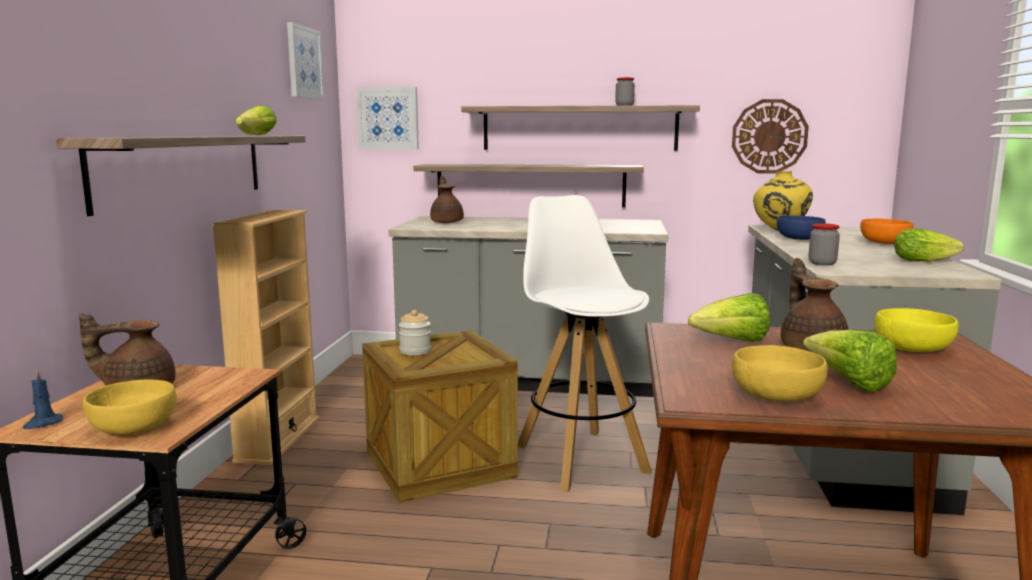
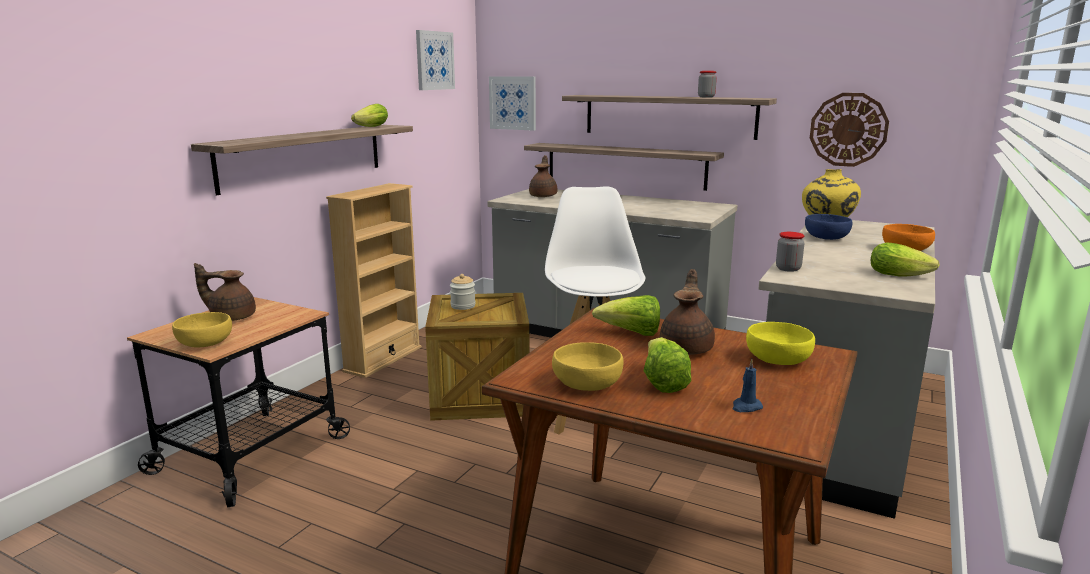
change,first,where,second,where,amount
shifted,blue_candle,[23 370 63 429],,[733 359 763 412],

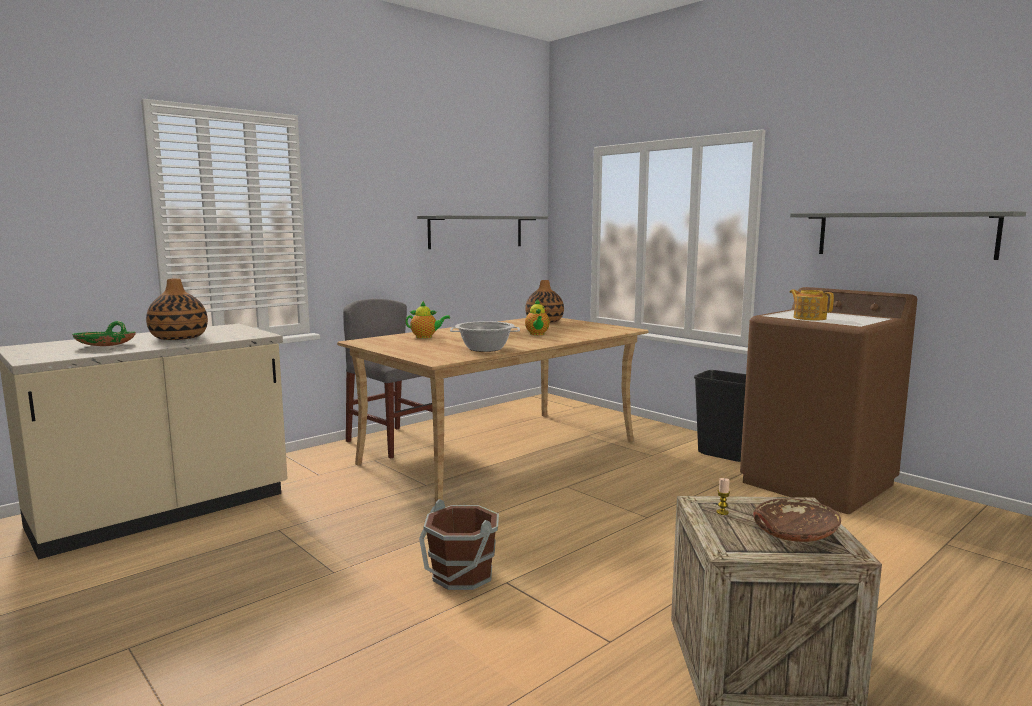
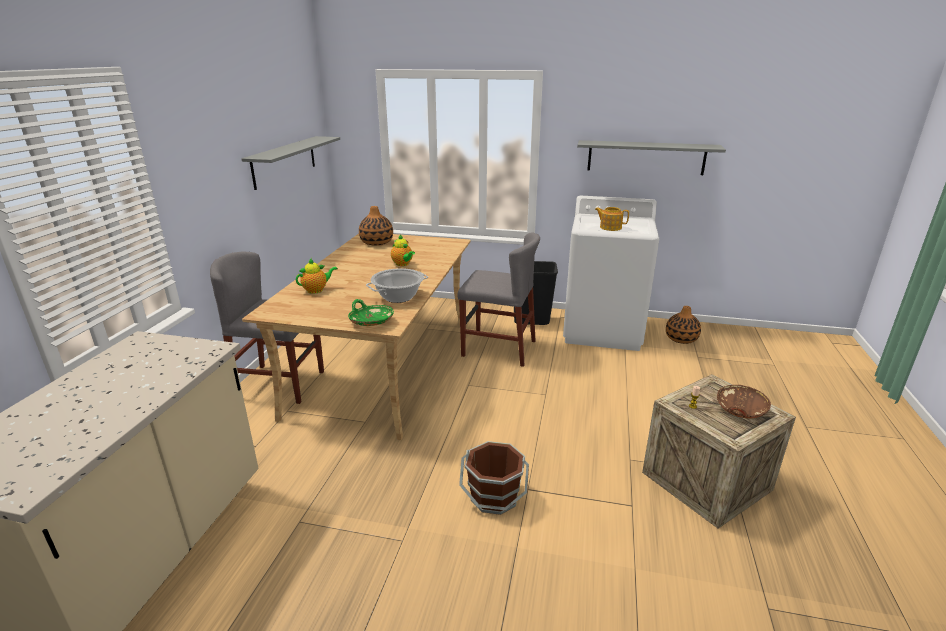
change,first,where,second,where,amount
shifted,green_bowl,[72 321 136 346],,[348 299 394 326],
shifted,vase,[146 278 208 340],,[666 306 701 344],
repainted,brown_washing_machine,[740 287 917 514],white_washing_machine,[563 196 659 351],
new,,,grey_chair,[457 232 540 367],

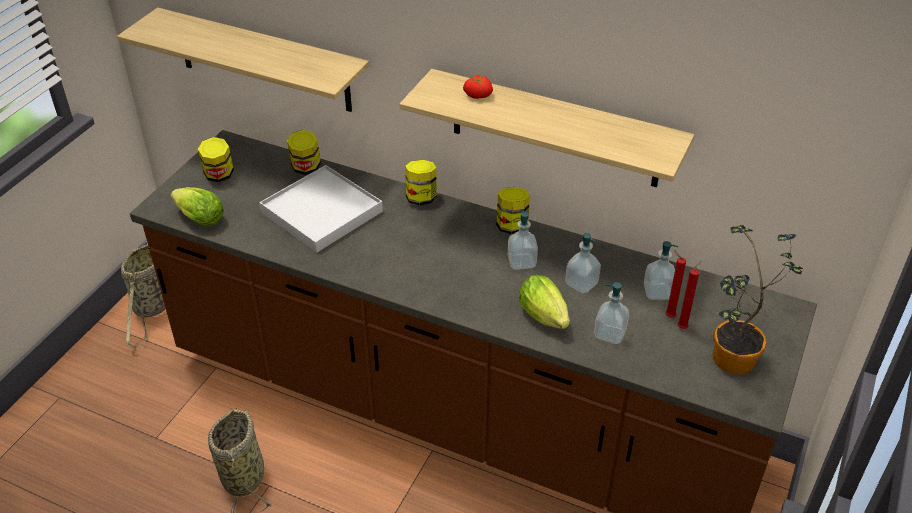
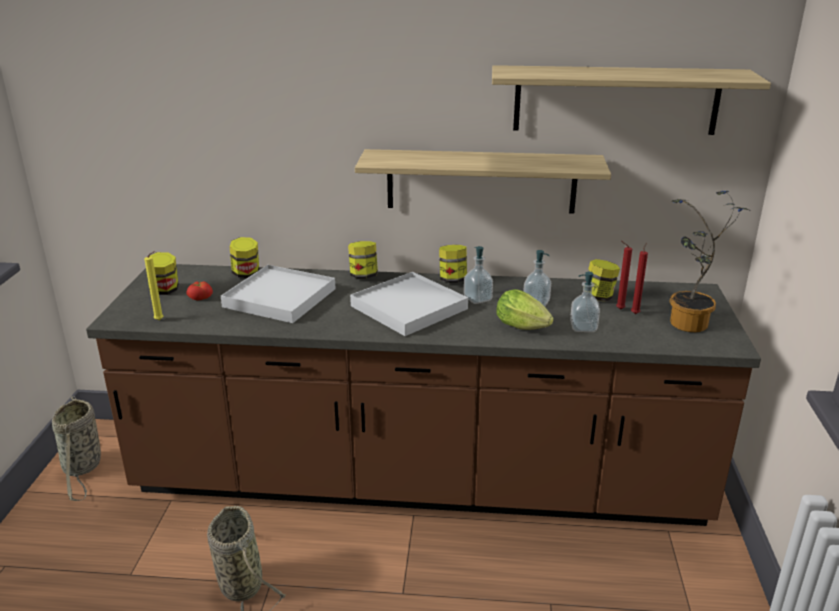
change,first,where,second,where,amount
shifted,shelf,[117 8 369 112],,[492 65 771 135],
swapped,lettuce,[171 187 224 226],yellow_candle,[144 251 163 320],
shifted,tomato,[463 75 493 99],,[186 281 213 300],
swapped,soap_dispenser,[644 241 678 300],jar,[585 259 620 302],
new,,,white_tray,[350 272 468 336],

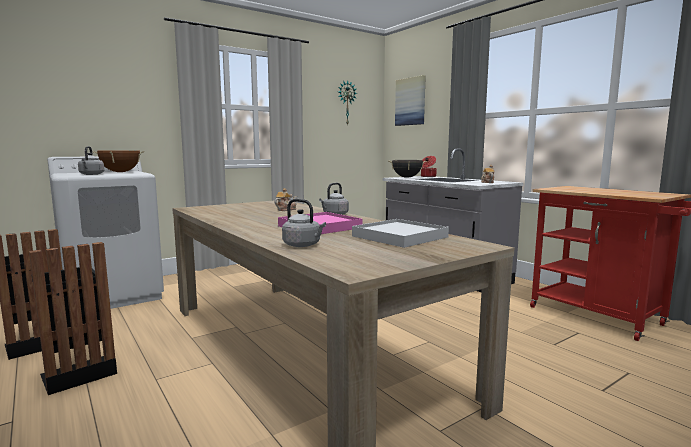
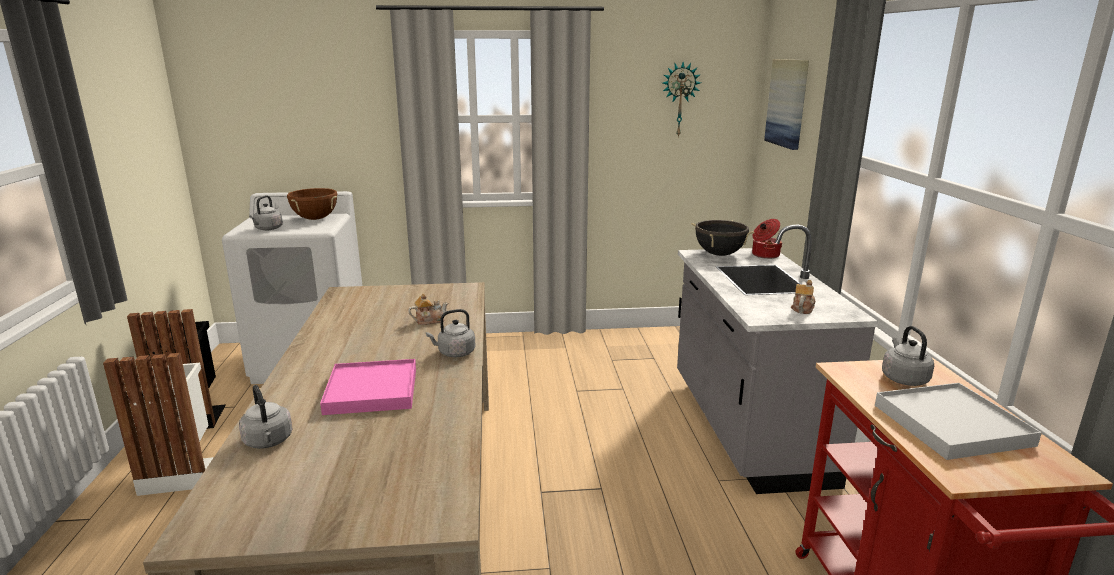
change,first,where,second,where,amount
repainted,black_trash_can,[29 242 117 395],white_trash_can,[103 353 214 496],
shifted,white_tray,[352 219 449 248],,[875 383 1042 460],
new,,,grey_kettle,[882 326 934 386],

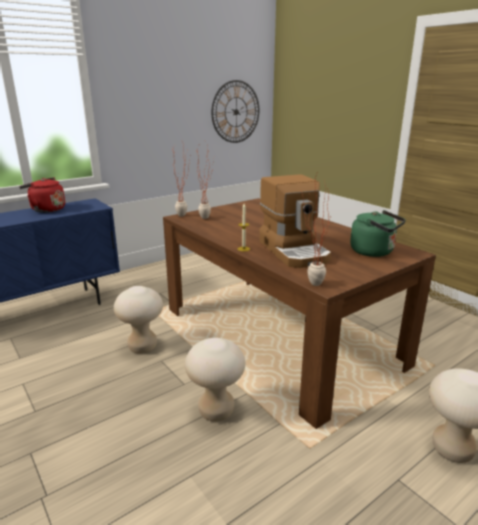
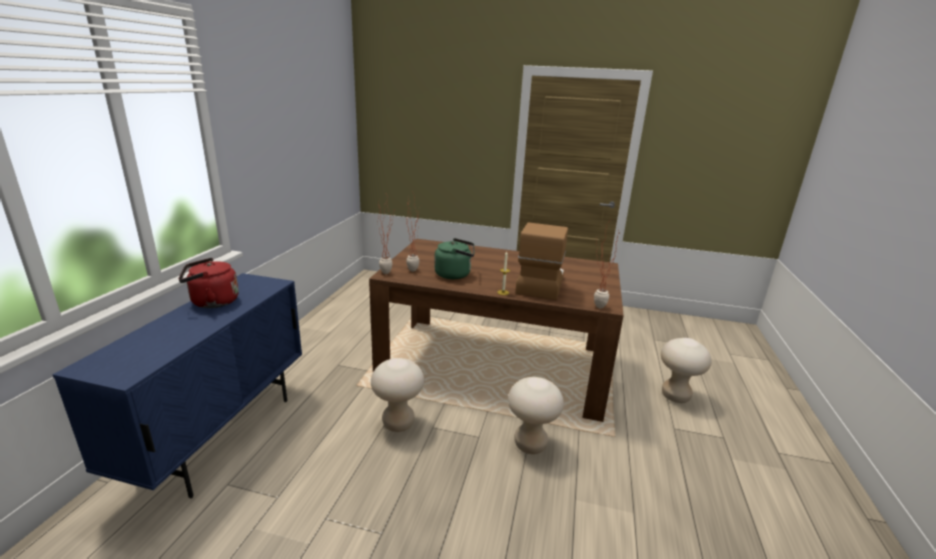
change,first,where,second,where,amount
gone,wall_clock,[211 80 259 143],,,
rotated,coffee_machine,[259 174 331 268],,[515 222 568 300],105 degrees counterclockwise
shifted,green_kettle,[350 210 406 257],,[434 238 474 279],

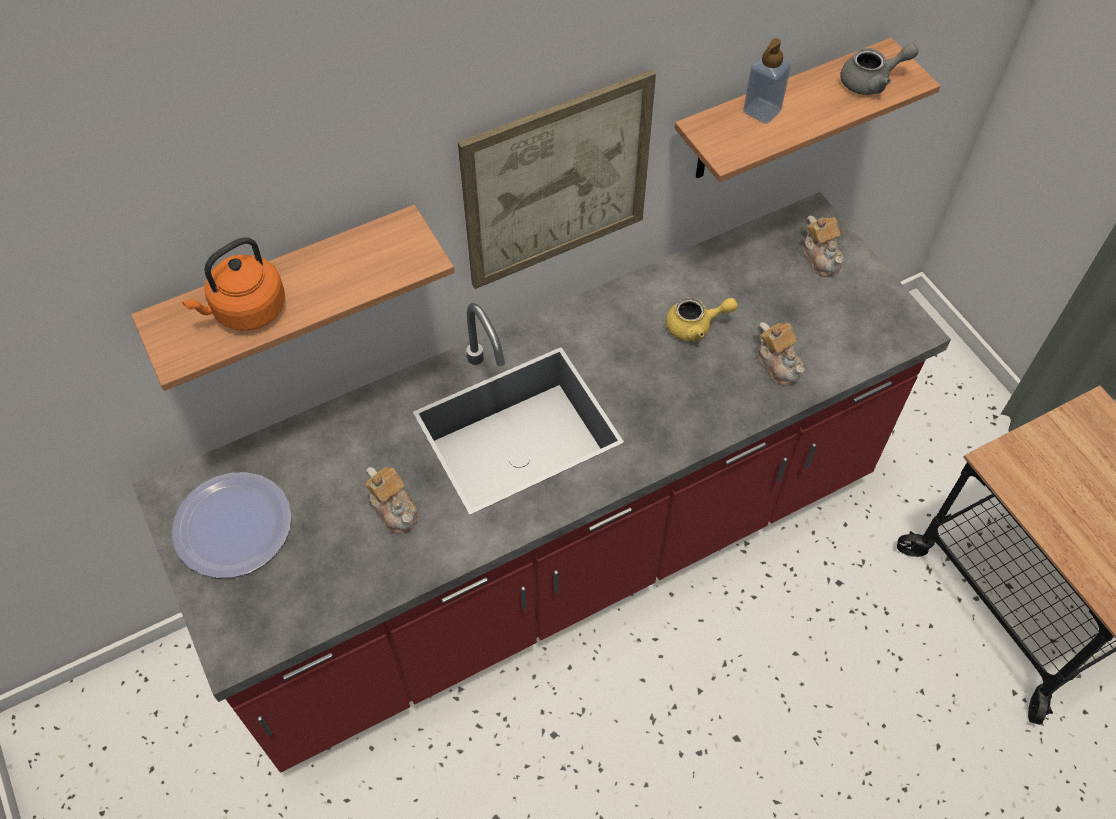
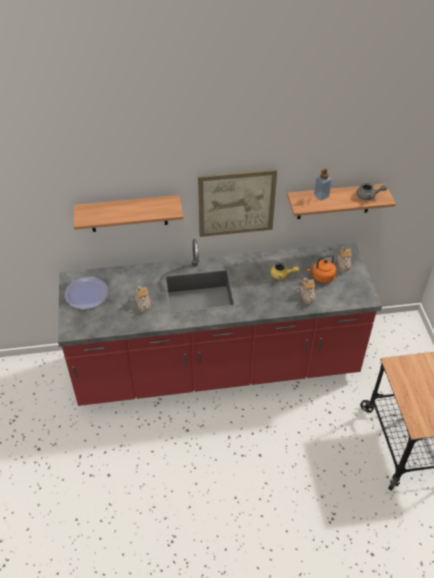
change,first,where,second,where,amount
shifted,orange_kettle,[182 237 285 331],,[307 254 336 283],

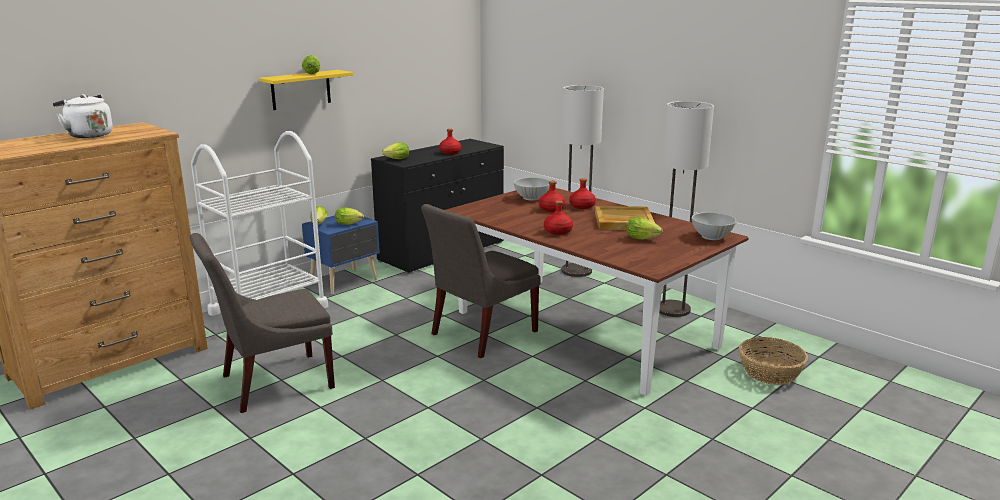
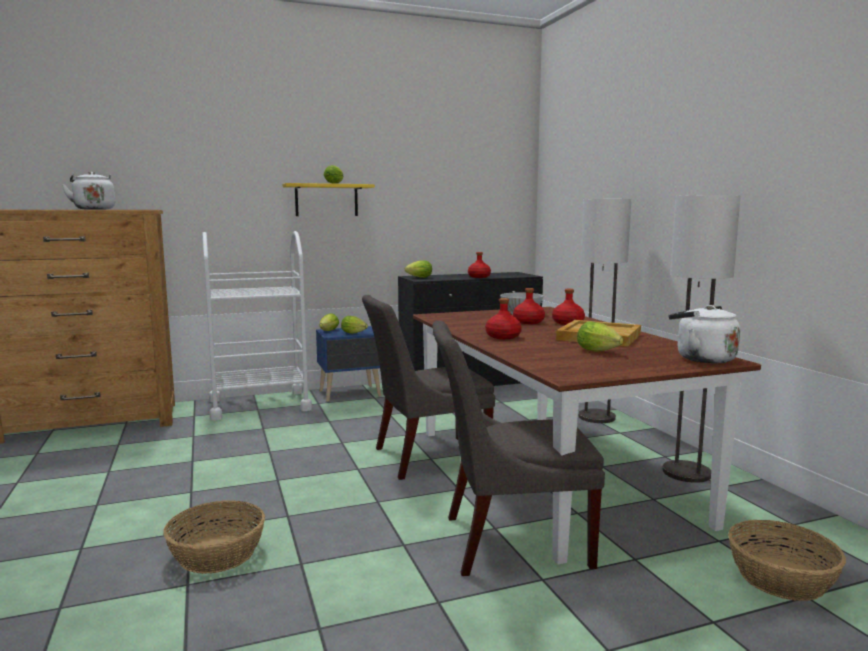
change,first,where,second,where,amount
shifted,grey_chair,[190 233 335 413],,[432 321 605 576],
swapped,white_bowl,[692 212 736 240],white_kettle,[669 305 740 363],
new,,,basket,[163 500 265 574],

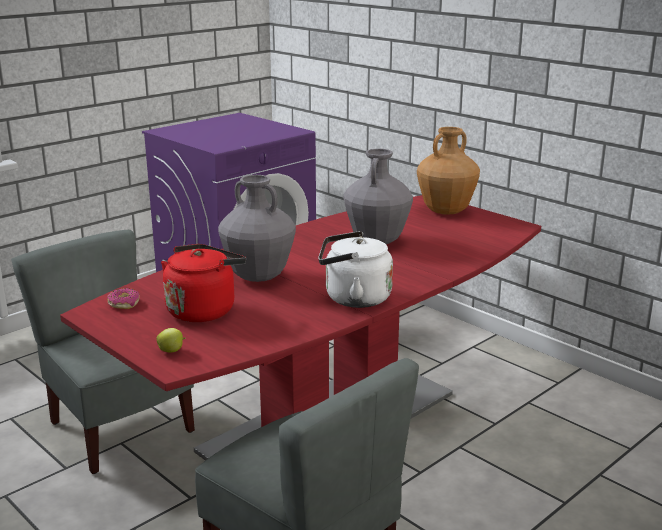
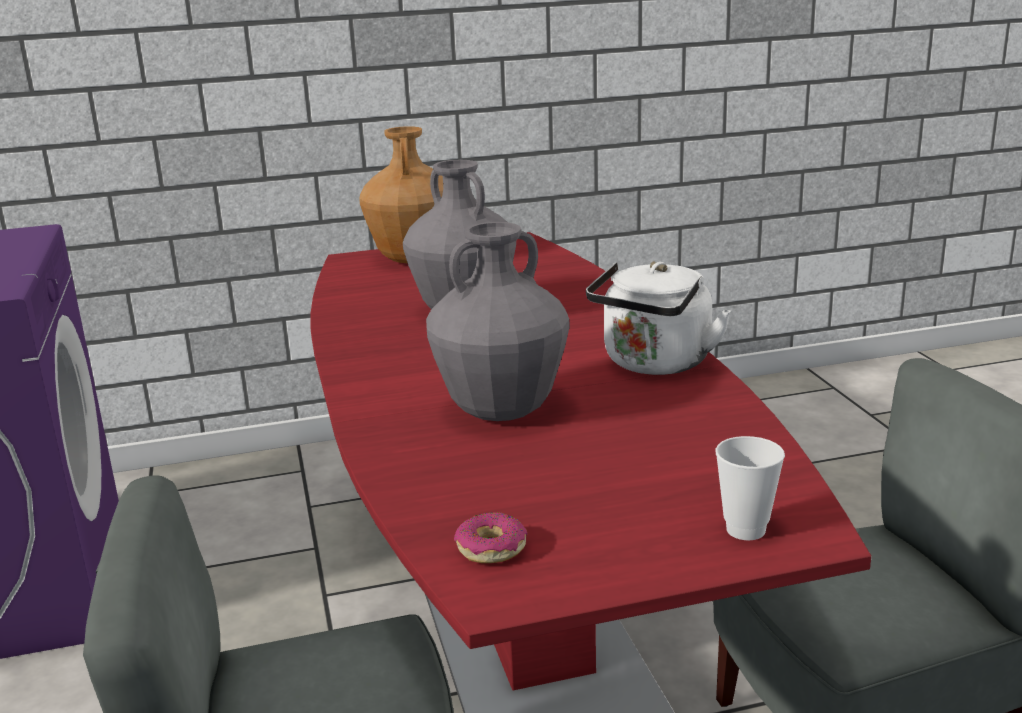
change,first,where,second,where,amount
swapped,apple,[156 328 185 353],cup,[715 436 785 540],
gone,red_kettle,[161 244 246 322],,,

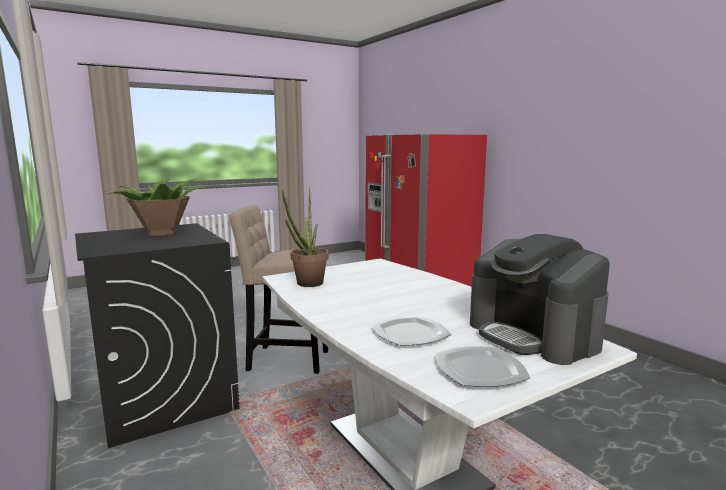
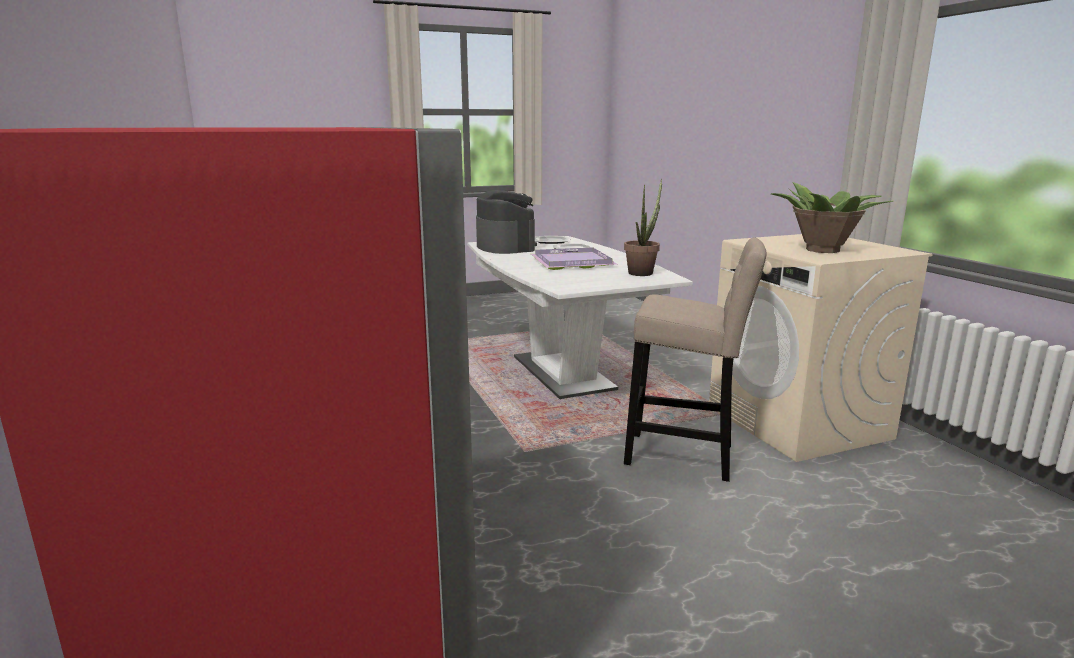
change,first,where,second,where,amount
repainted,black_washing_machine,[75 223 240 448],beige_washing_machine,[709 234 933 462],
new,,,purple_tray,[531 247 617 270],

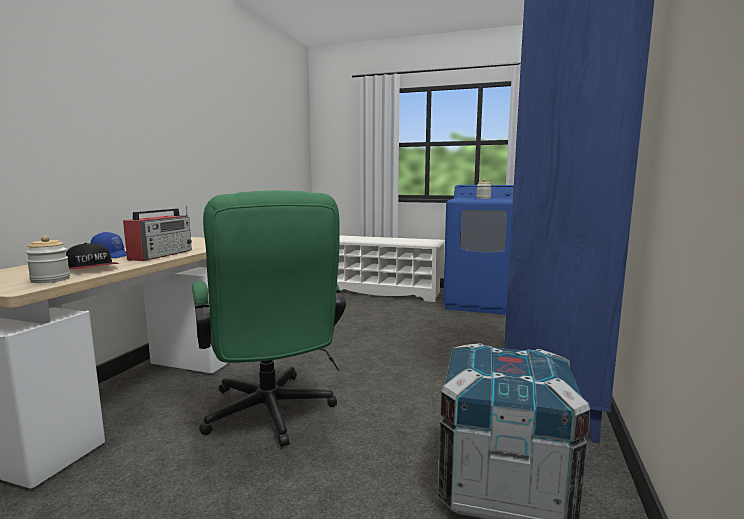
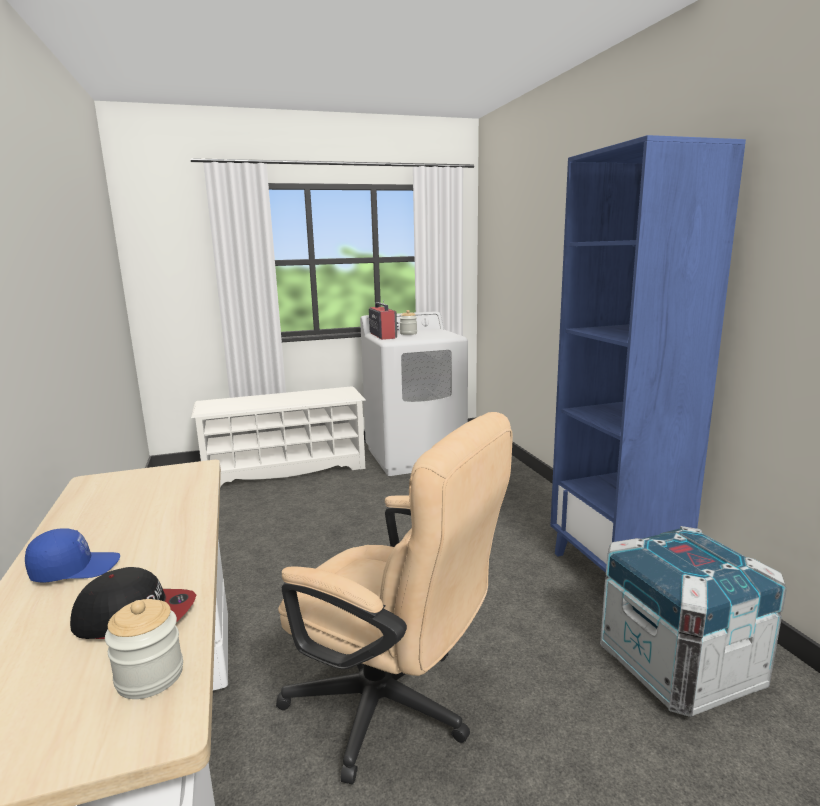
change,first,where,second,where,amount
shifted,radio,[123 206 192 261],,[369 299 399 340],
repainted,green_office_chair,[192 190 346 447],beige_office_chair,[276 412 513 785],
repainted,blue_washing_machine,[443 185 514 315],white_washing_machine,[360 311 468 476],

